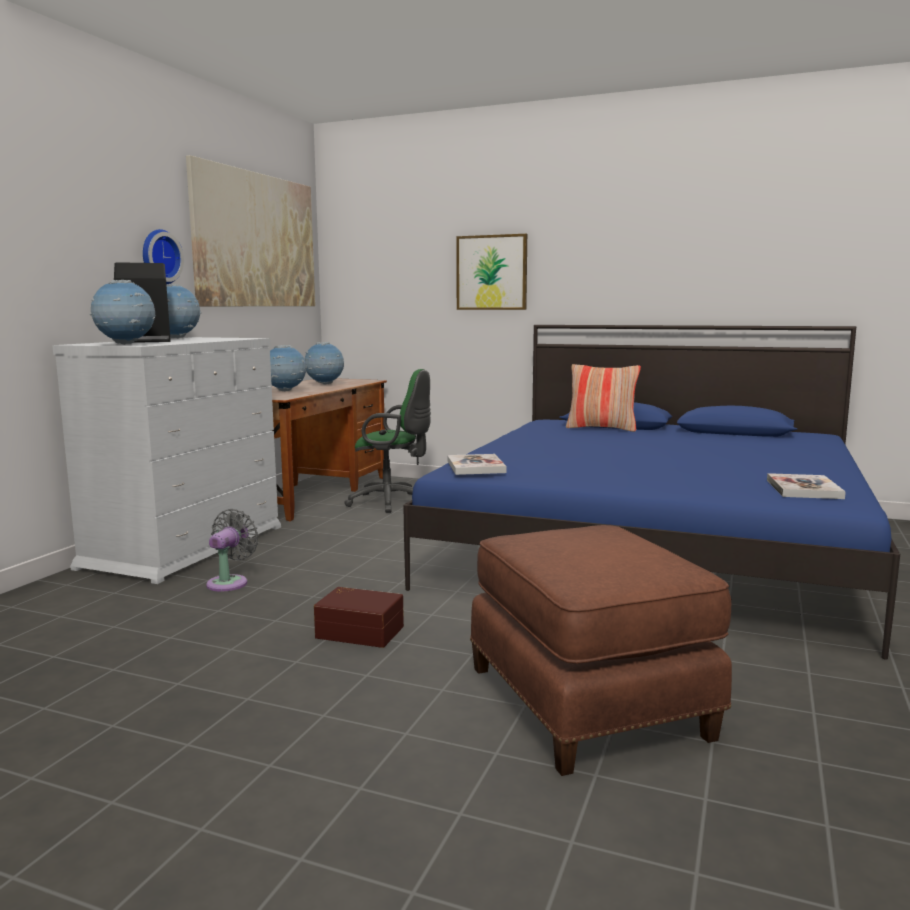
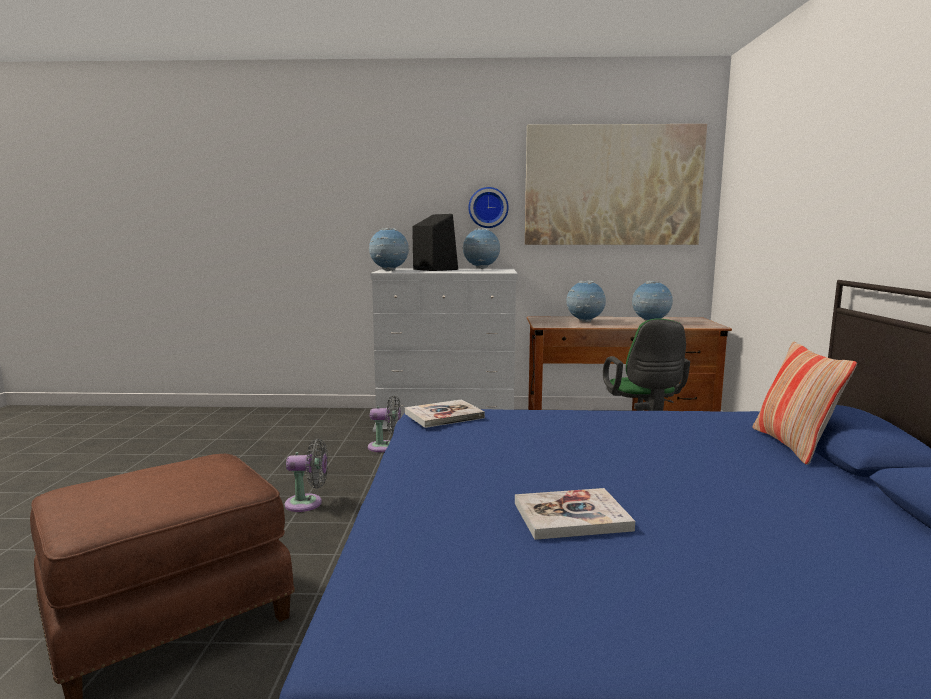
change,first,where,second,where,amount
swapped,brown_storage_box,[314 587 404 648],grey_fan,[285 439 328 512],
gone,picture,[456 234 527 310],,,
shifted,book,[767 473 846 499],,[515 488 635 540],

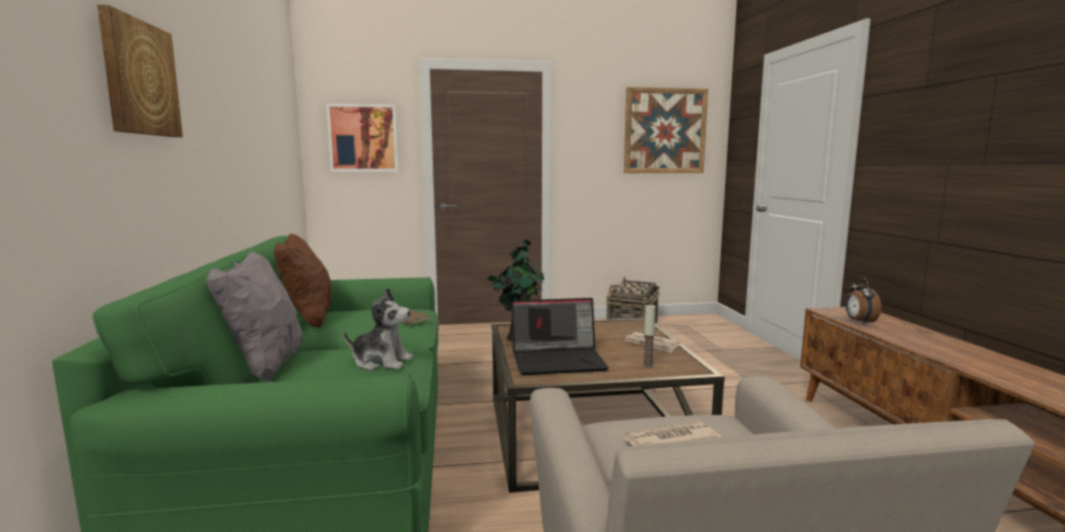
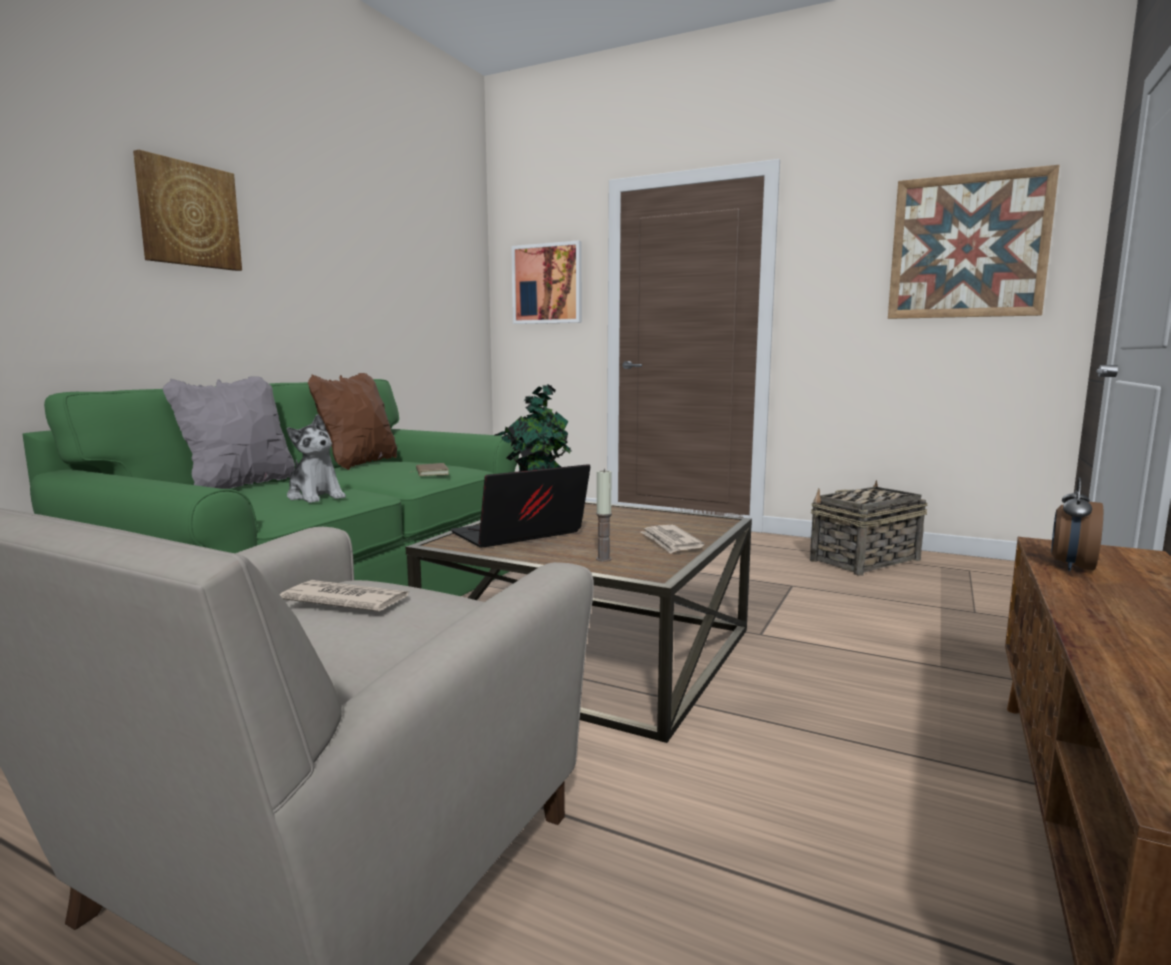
change,first,where,second,where,amount
rotated,laptop,[511 298 609 375],,[450 464 590 547],120 degrees clockwise

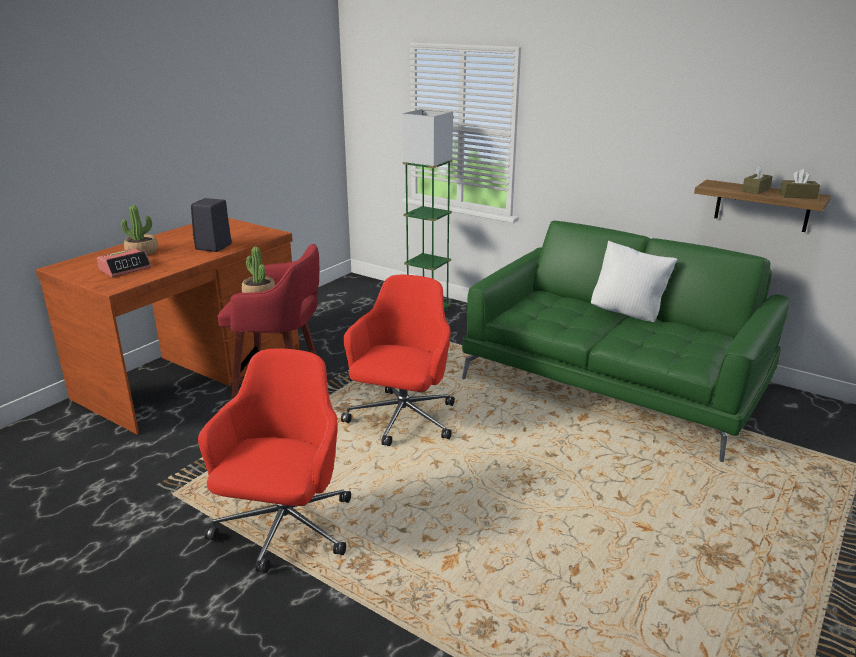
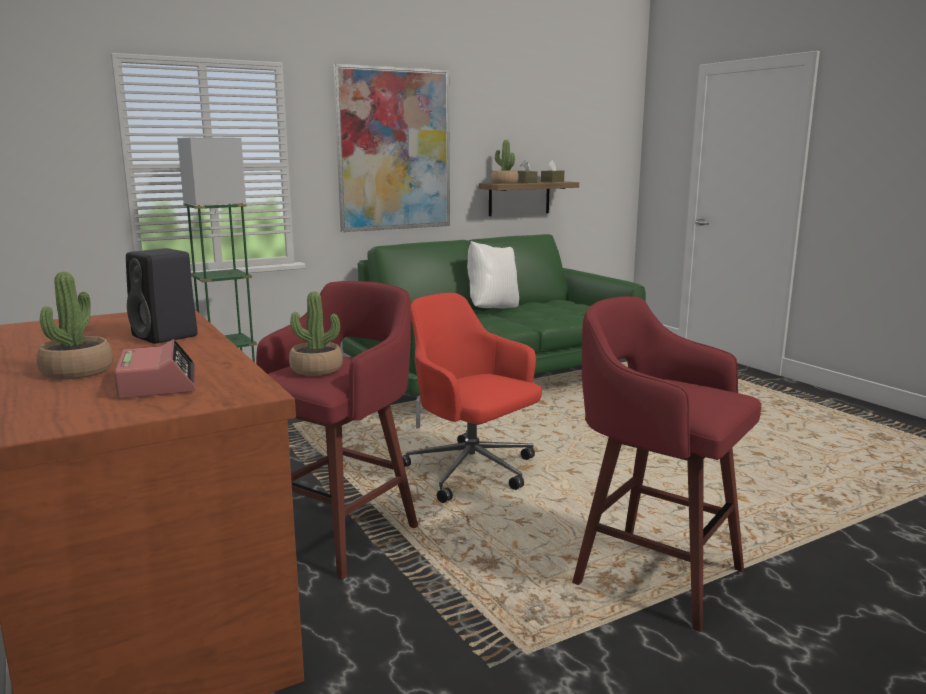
change,first,where,second,where,amount
swapped,red_office_chair,[198 349 351 573],red_stool,[572 296 762 632],
new,,,picture,[334 64 450 232],
new,,,potted_plant,[491 140 519 184],

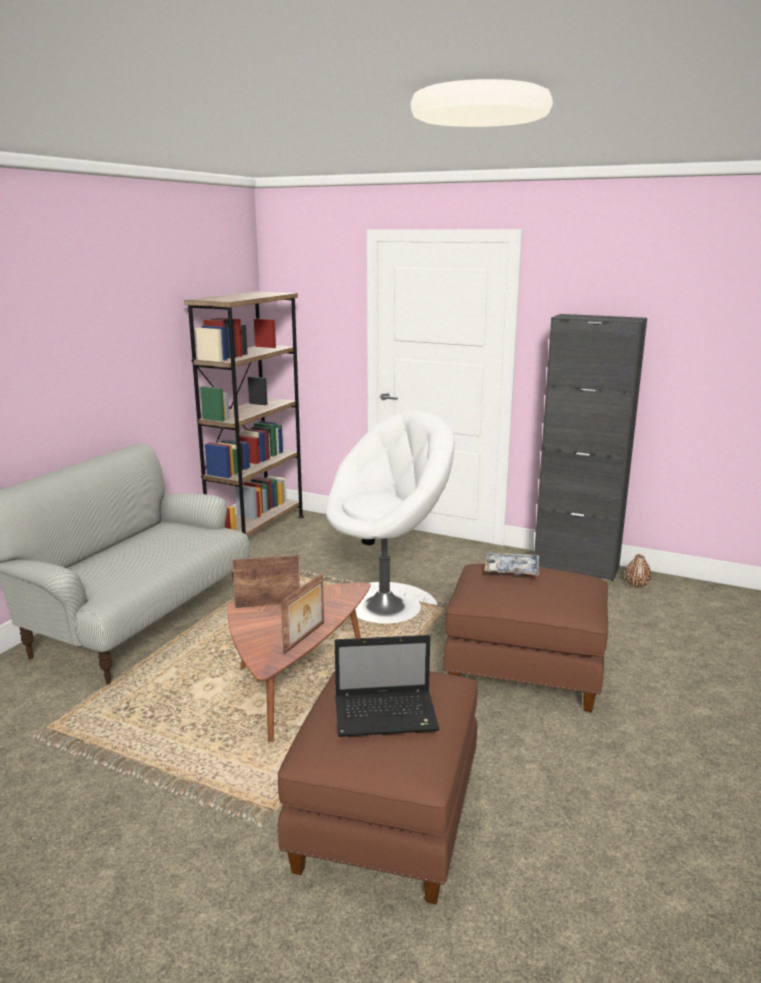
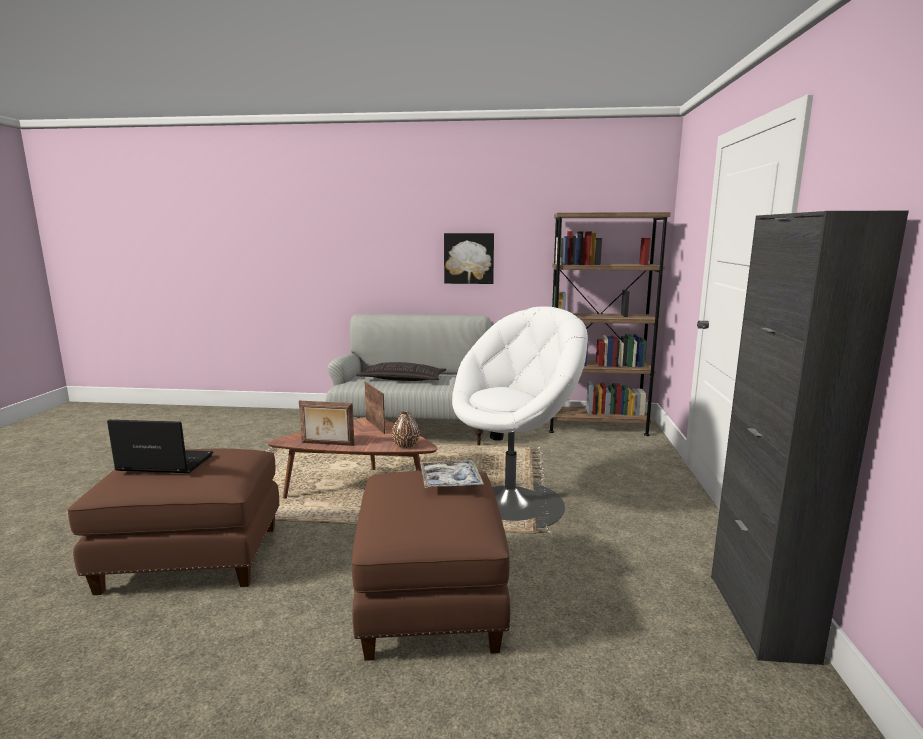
change,first,where,second,where,amount
rotated,white_armchair,[326 410 455 624],,[452 306 588 530],75 degrees counterclockwise
rotated,laptop,[335 635 439 737],,[107 420 213 473],120 degrees clockwise
shifted,brown_vase,[625 554 651 588],,[392 411 420 448],
new,,,pillow,[356 362 446 381],
new,,,picture,[444 233 494 284],

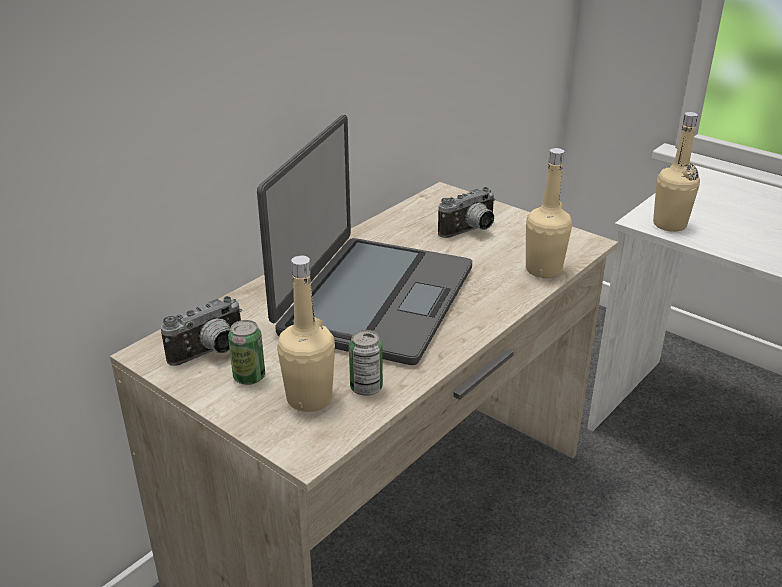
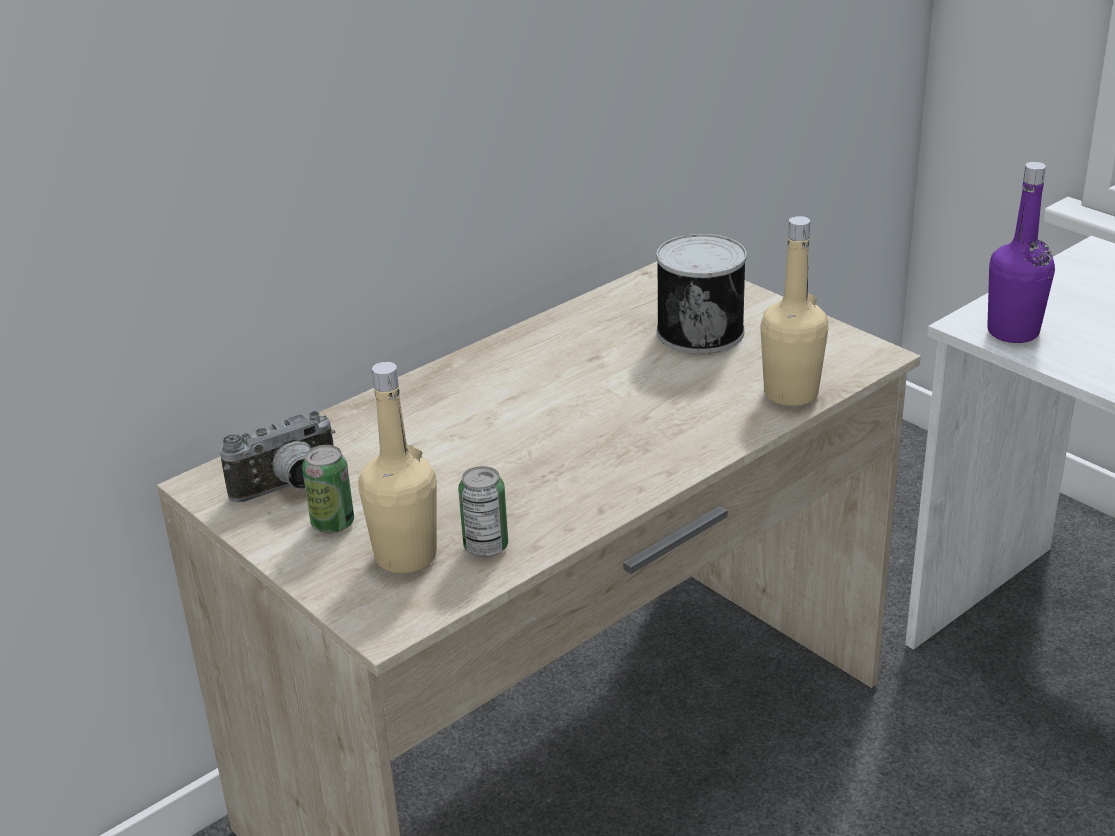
change,first,where,second,where,amount
gone,laptop,[257 115 472 365],,,
swapped,photo_camera,[438 187 496 238],can,[656 234 747 354],
repainted,beige_bottle,[653 112 700 232],purple_bottle,[987 162 1055 343],

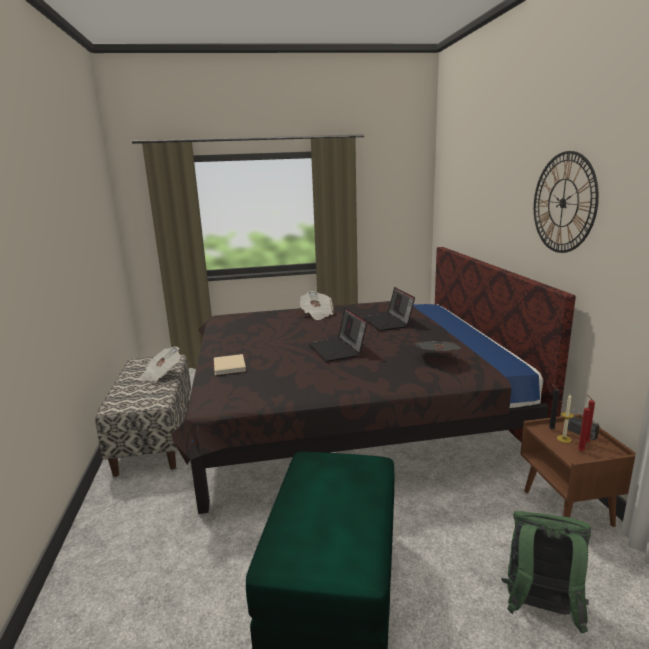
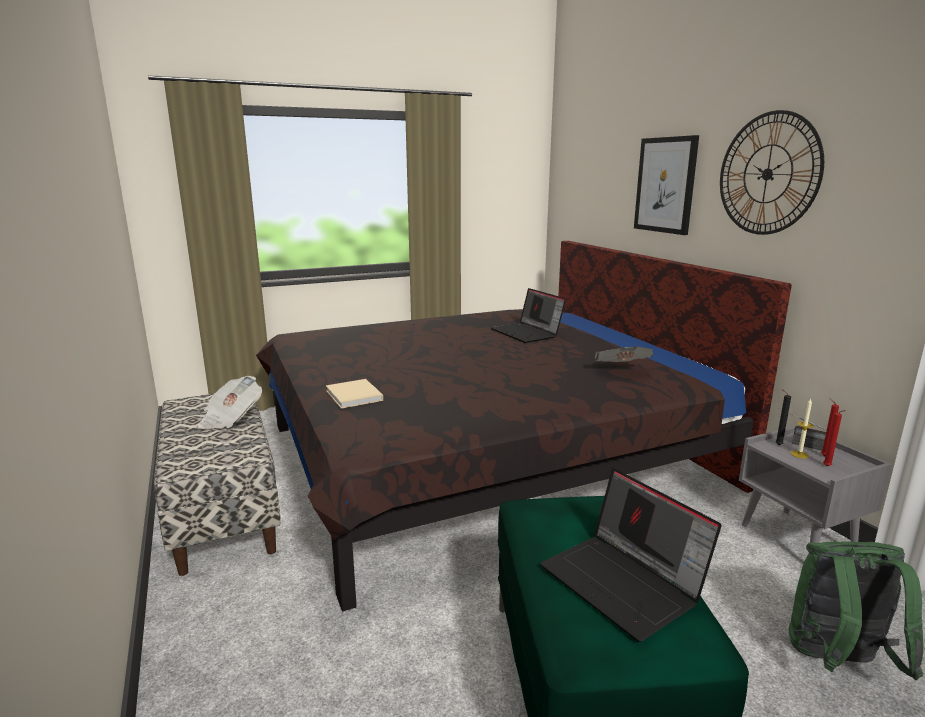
change,first,where,second,where,amount
gone,newspaper,[300 291 334 320],,,
shifted,laptop,[308 308 367 362],,[541 468 722 642],
repainted,brown_nightstand,[520 414 636 527],grey_nightstand,[739 425 892 543],
new,,,picture,[634 135 699 235],

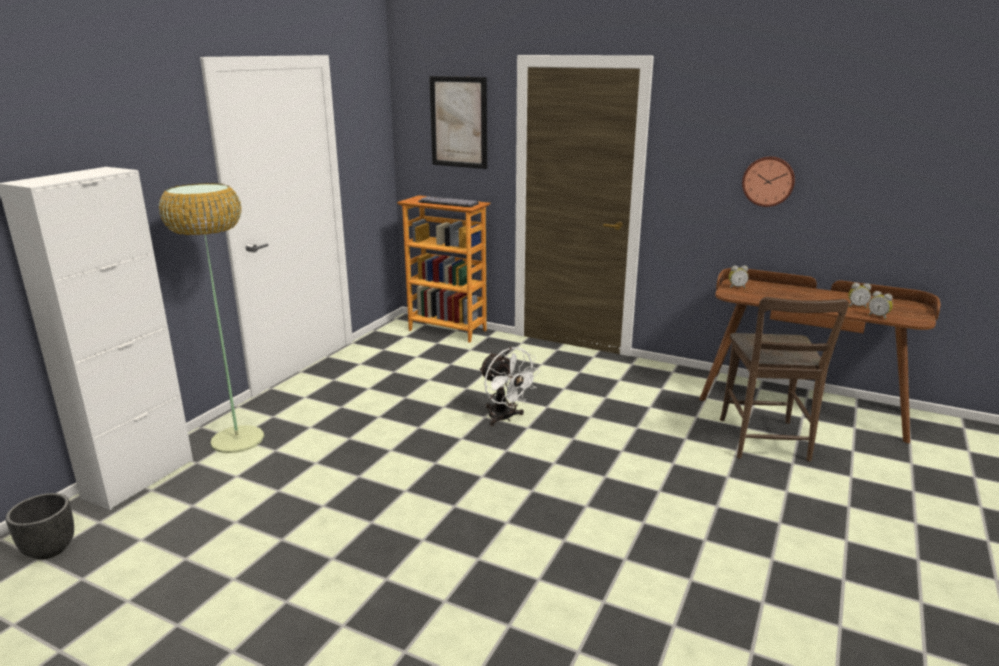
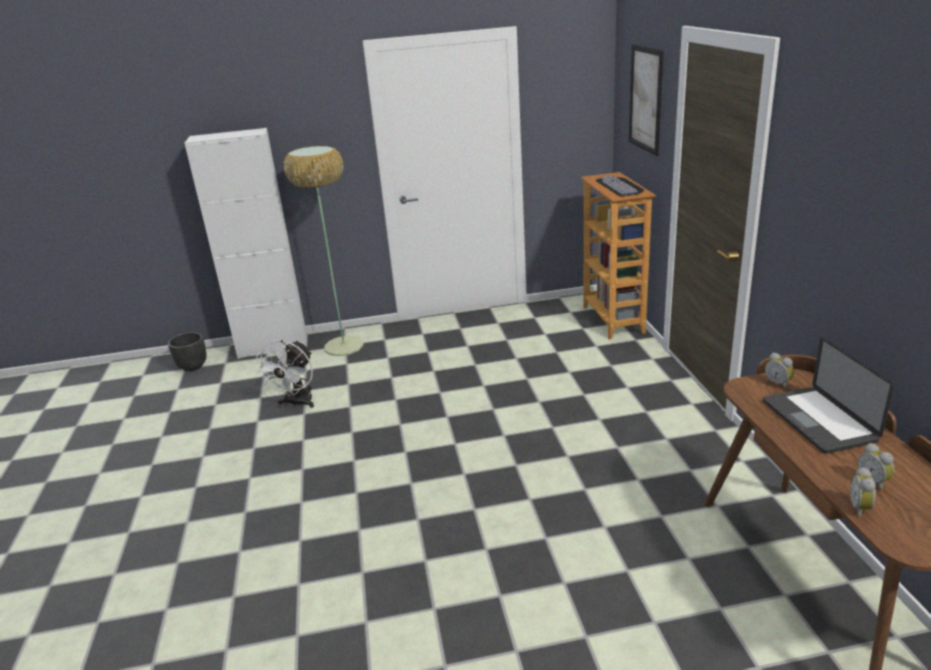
change,first,where,second,where,amount
shifted,white_fan,[479 347 540 426],,[256 340 314 408],
gone,brown_chair,[720 297 849 462],,,
gone,wall_clock,[742 156 795 207],,,
new,,,laptop,[763 337 894 454],

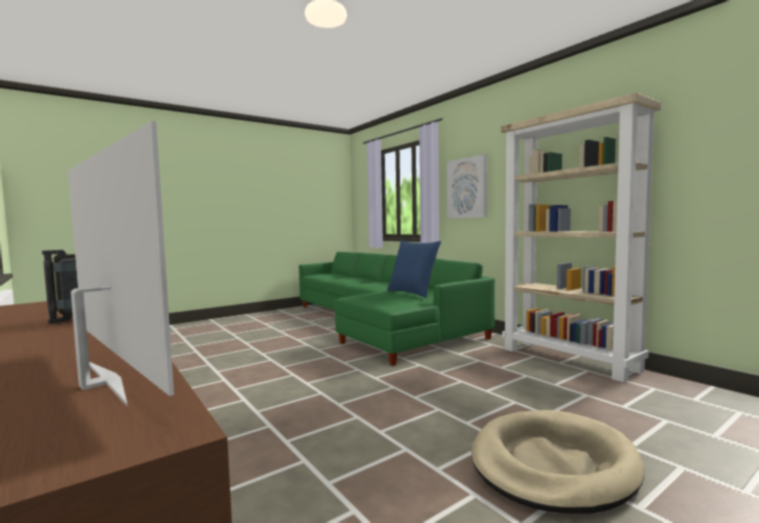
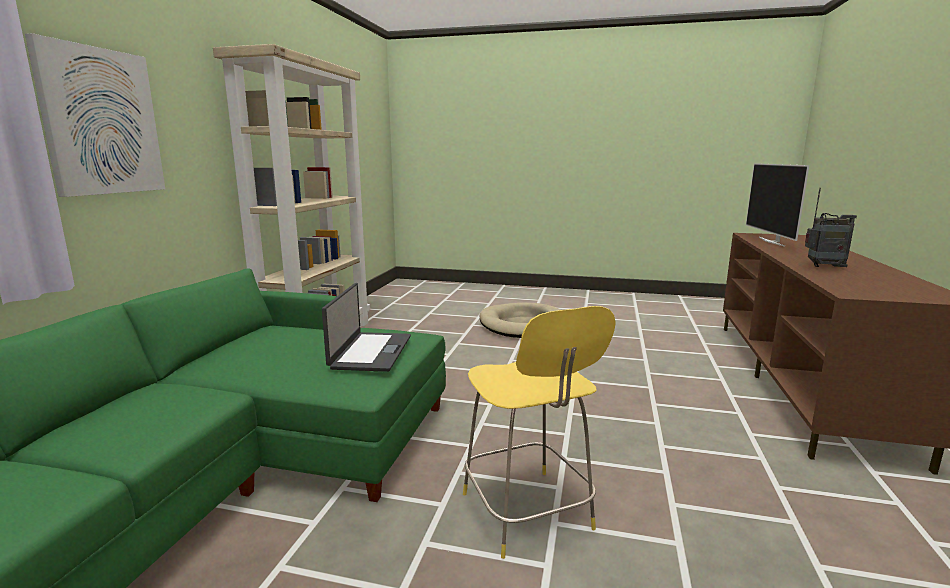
change,first,where,second,where,amount
gone,blue_pillow,[387 240 441 298],,,
new,,,laptop,[322 283 411 372],
new,,,yellow_stool,[463 306 616 559],

